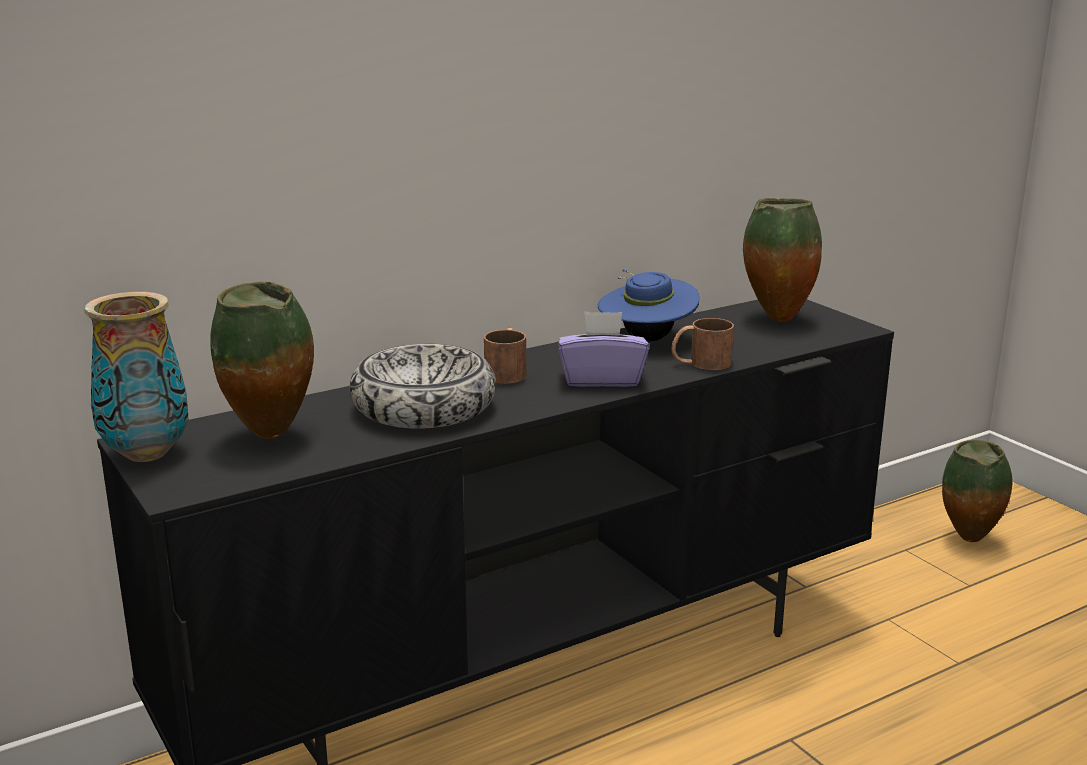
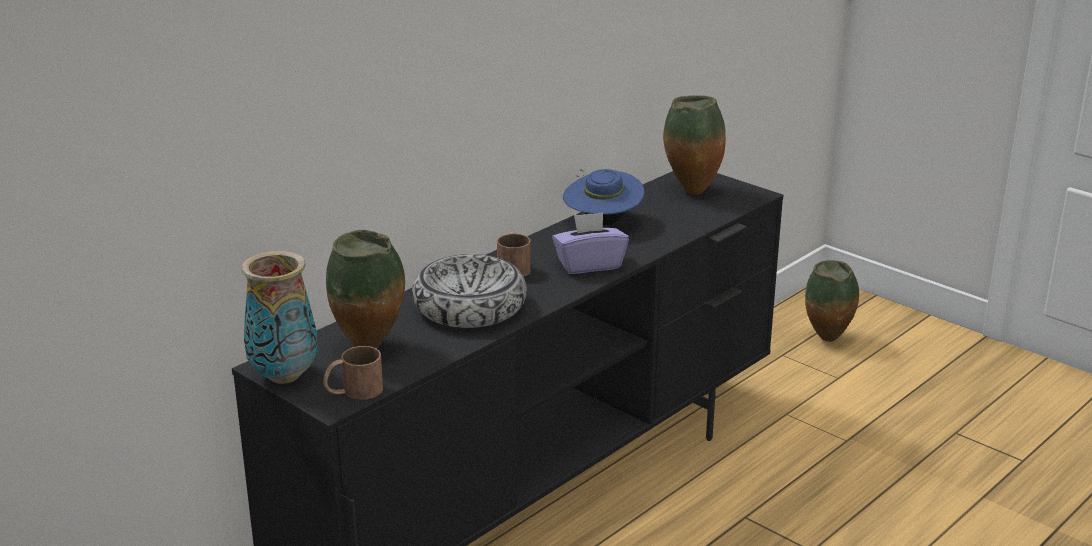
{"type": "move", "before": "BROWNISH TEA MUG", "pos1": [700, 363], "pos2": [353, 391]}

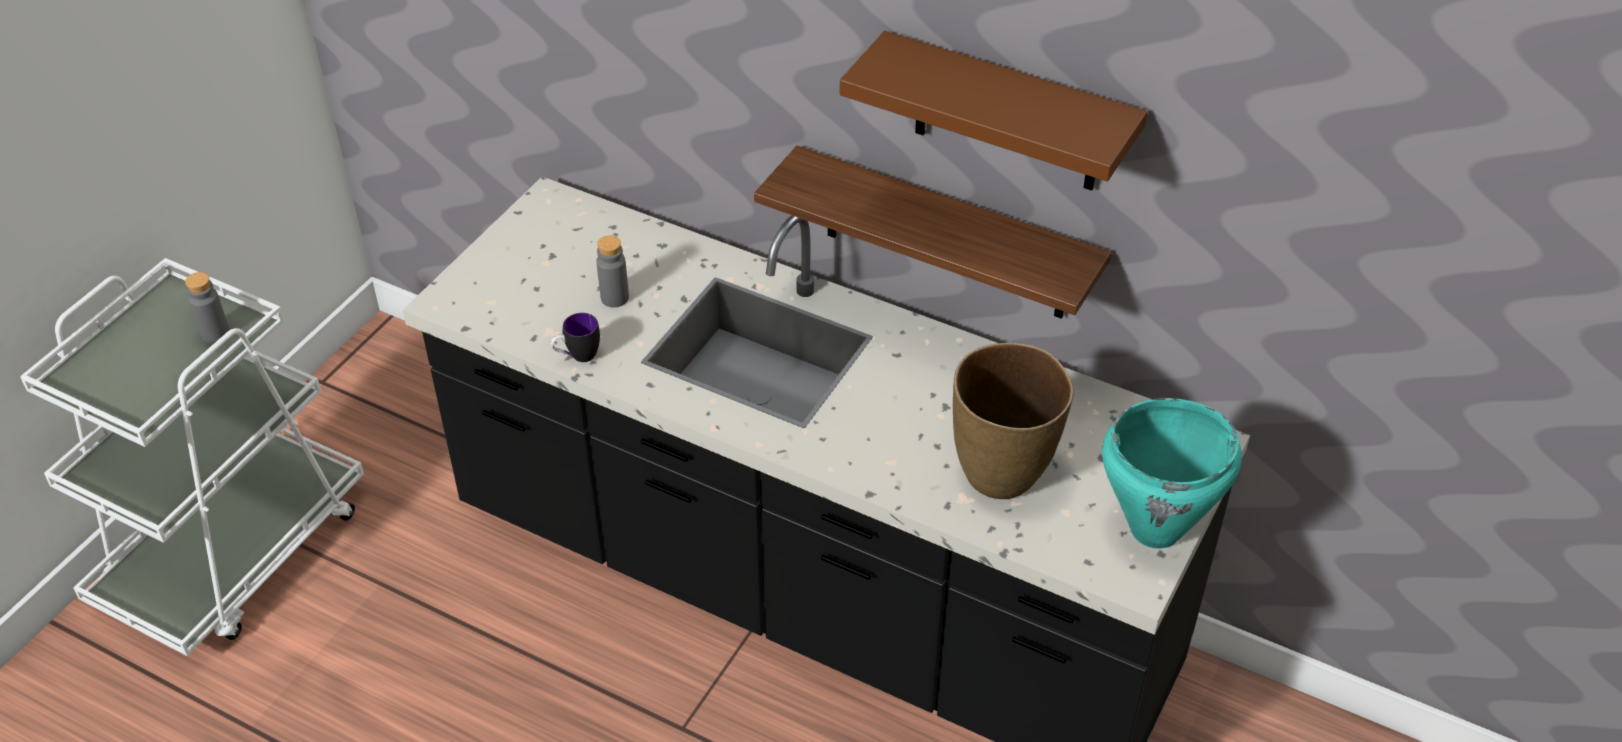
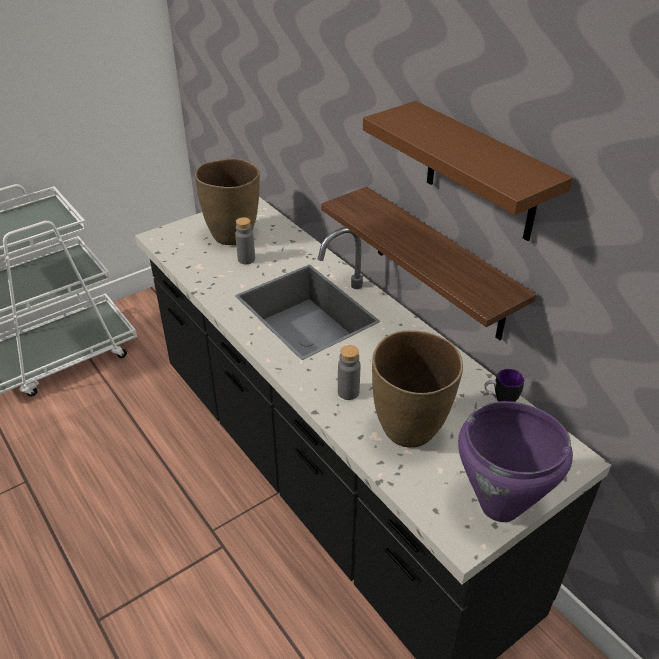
{"type": "insert", "after": "BROWNISH DECORATIVE VASE", "pos2": [233, 235]}
{"type": "move", "before": "GREY BEVERAGE BOTTLE", "pos1": [215, 333], "pos2": [348, 392]}
{"type": "recolor", "before": "TURQUOISE-COLOURED SAUCEPOT", "after": "PURPLE SAUCEPOT", "pos1": [1156, 530], "pos2": [500, 506]}
{"type": "move", "before": "TEA MUG", "pos1": [577, 357], "pos2": [500, 400]}

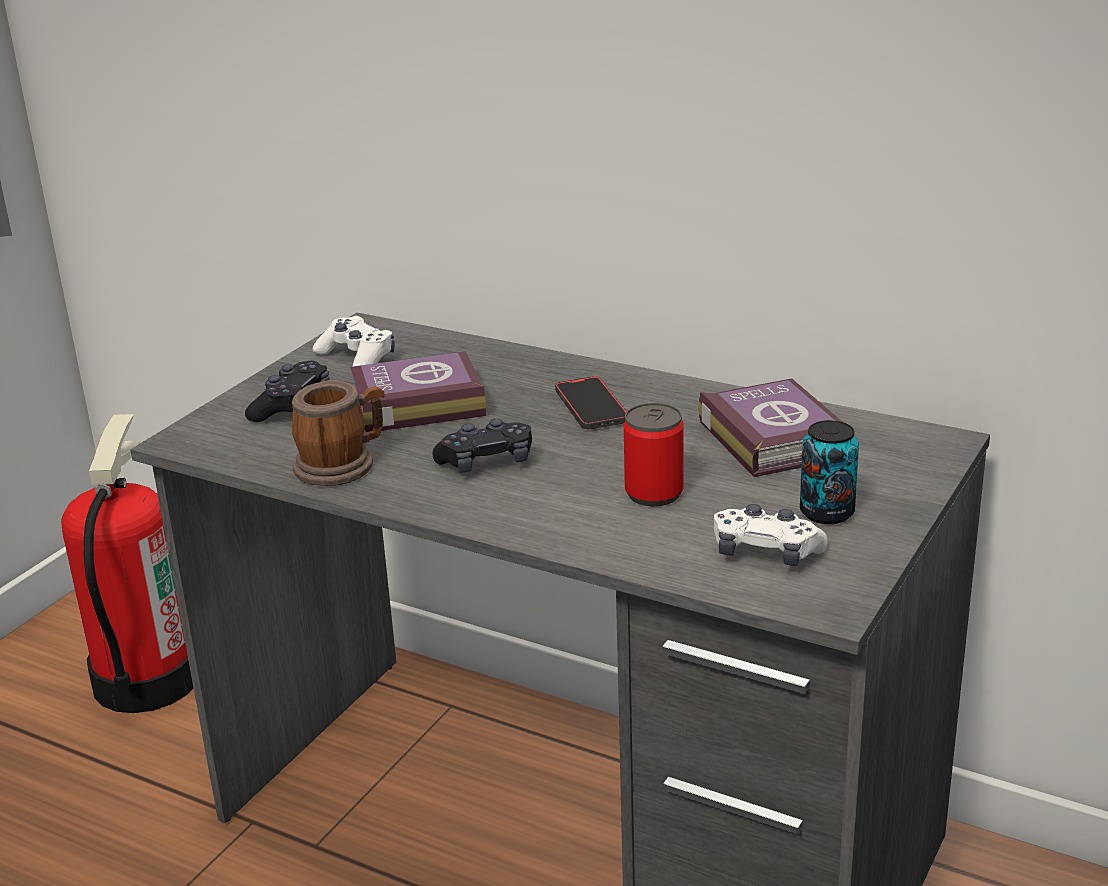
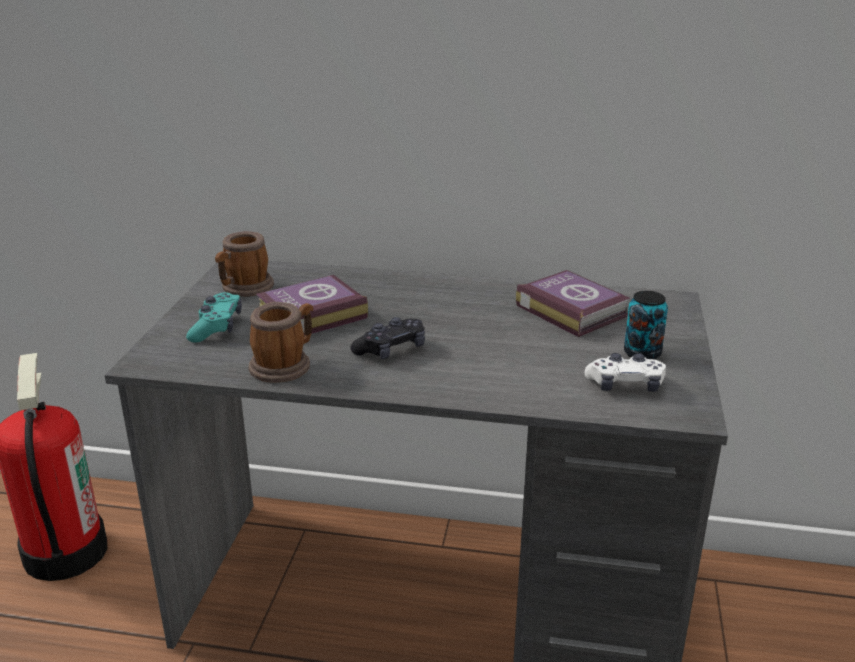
{"type": "recolor", "before": "BLACK-COLOURED GAMEPAD", "after": "TURQUOISE-COLOURED GAMEPAD", "pos1": [291, 406], "pos2": [216, 327]}
{"type": "replace", "before": "WHITE-COLOURED GAMEPAD", "after": "TEA MUG", "pos1": [357, 358], "pos2": [244, 289]}
{"type": "delete", "before": "HANDSET", "pos1": [591, 407]}
{"type": "delete", "before": "SEALED CAN", "pos1": [654, 493]}

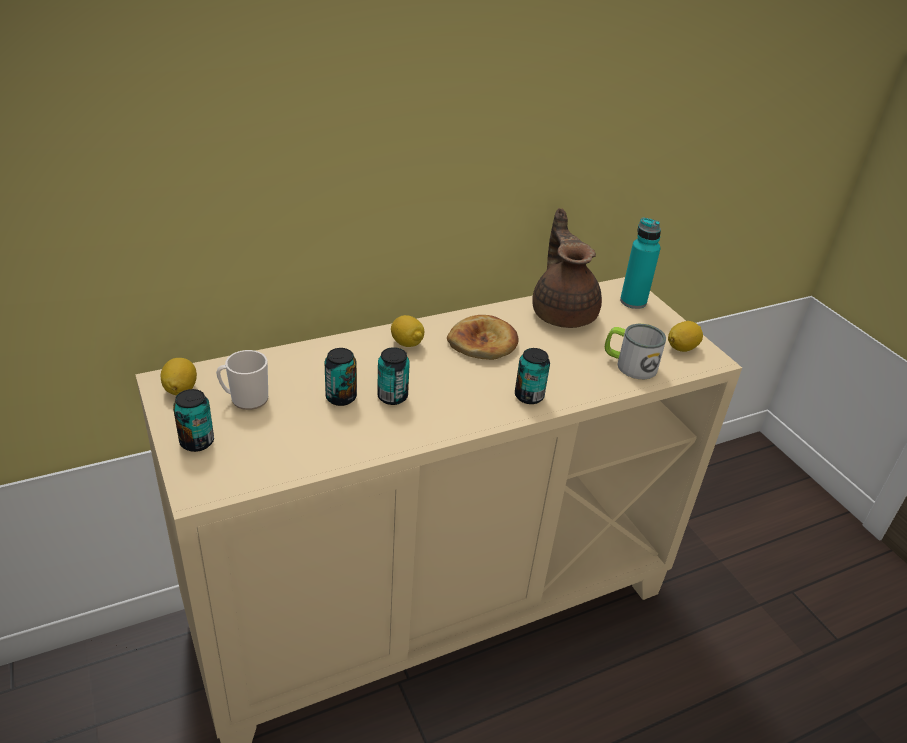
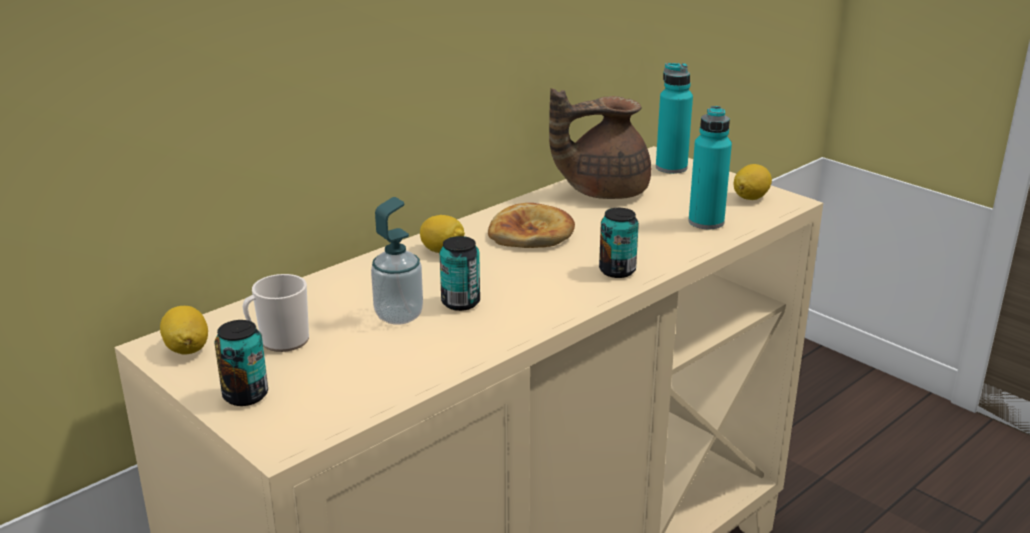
{"type": "replace", "before": "SEALED CAN", "after": "SOAP BOTTLE", "pos1": [341, 397], "pos2": [399, 316]}
{"type": "rotate", "before": "BROWNISH POT FOR TEA", "pos1": [563, 312], "pos2": [602, 191], "turn": -75}
{"type": "replace", "before": "TEA MUG", "after": "TURQUOISE-COLOURED BEVERAGE BOTTLE", "pos1": [629, 364], "pos2": [706, 222]}

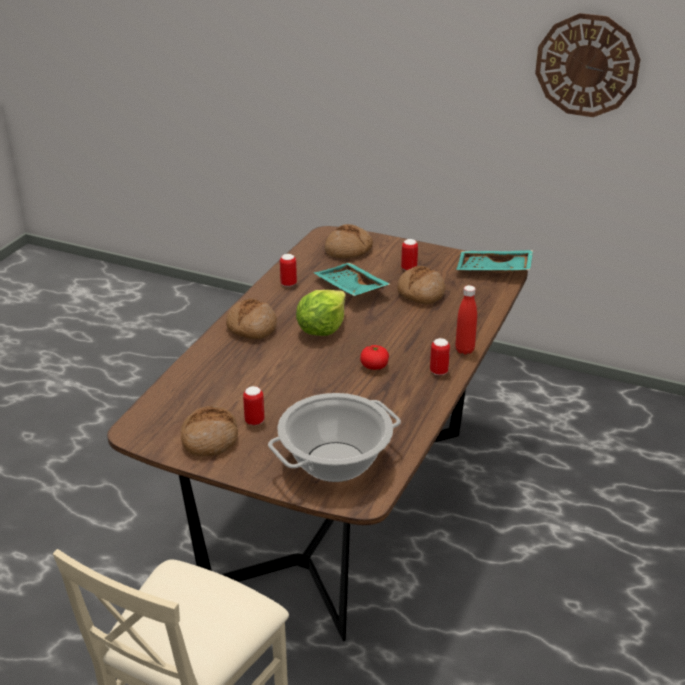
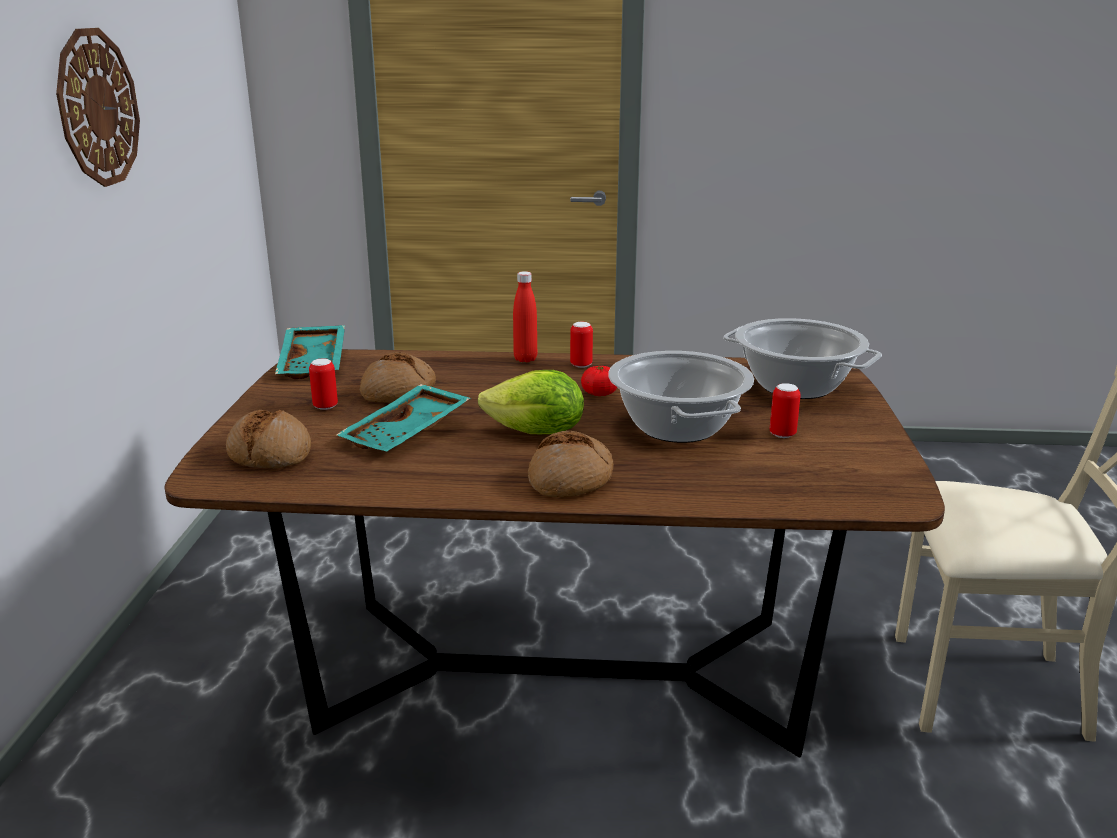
{"type": "insert", "after": "SAUCEPOT", "pos2": [678, 427]}
{"type": "delete", "before": "BAKERY BREAD", "pos1": [210, 439]}
{"type": "delete", "before": "SEALED CAN", "pos1": [288, 284]}

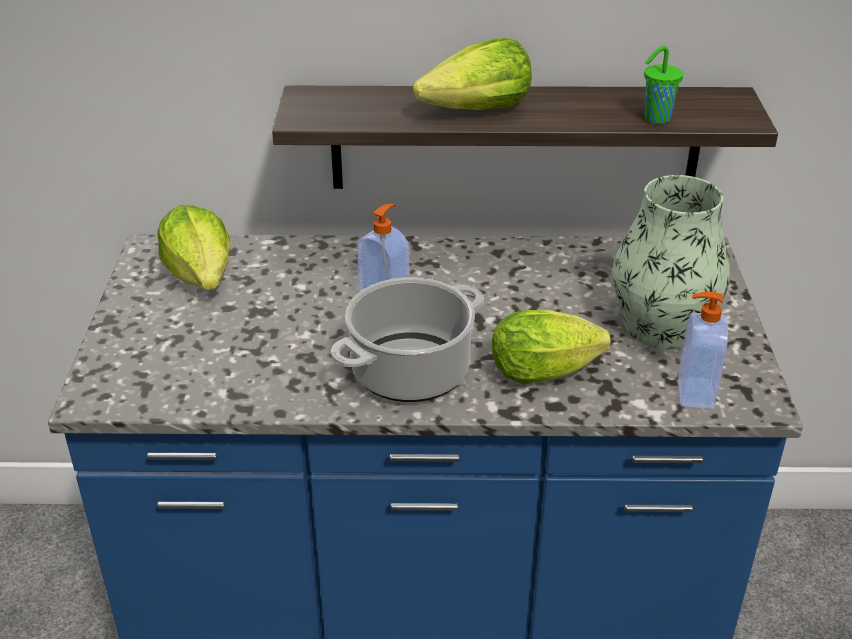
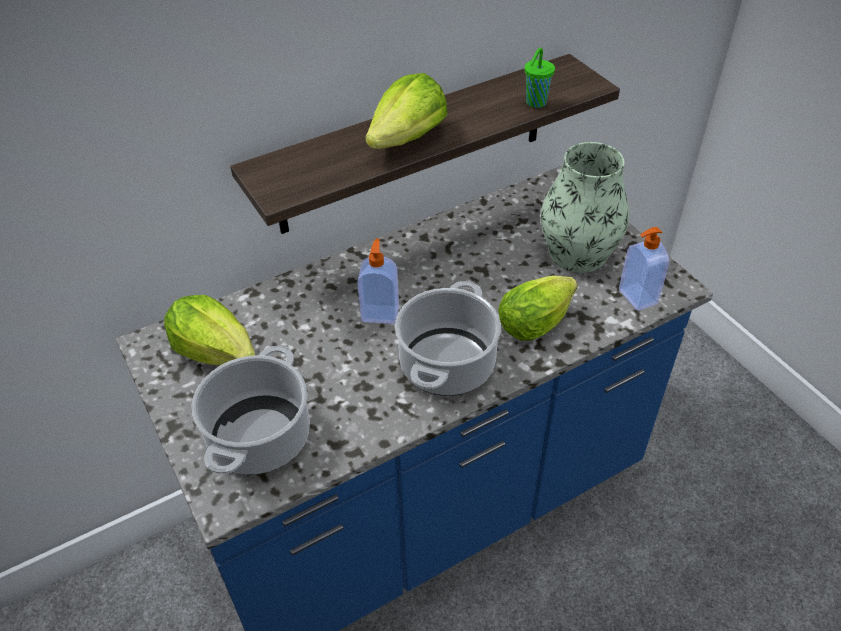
{"type": "insert", "after": "SAUCEPOT", "pos2": [260, 438]}

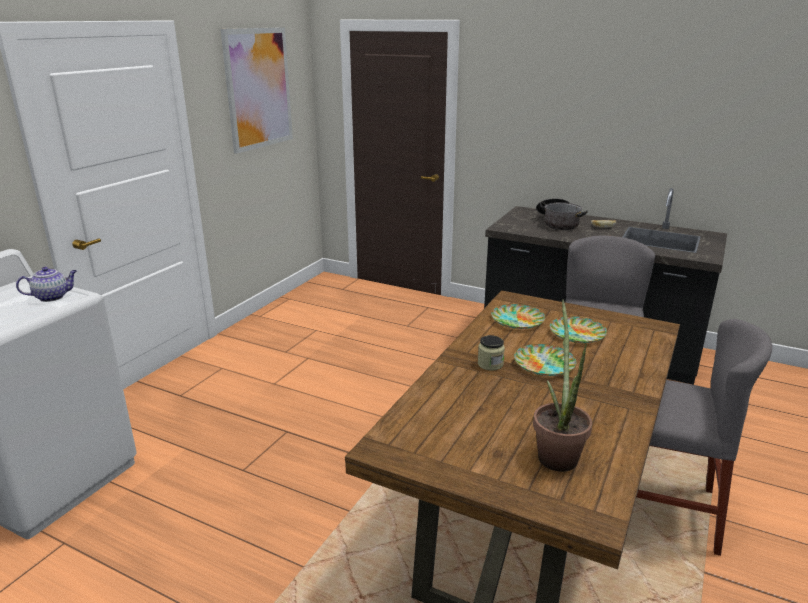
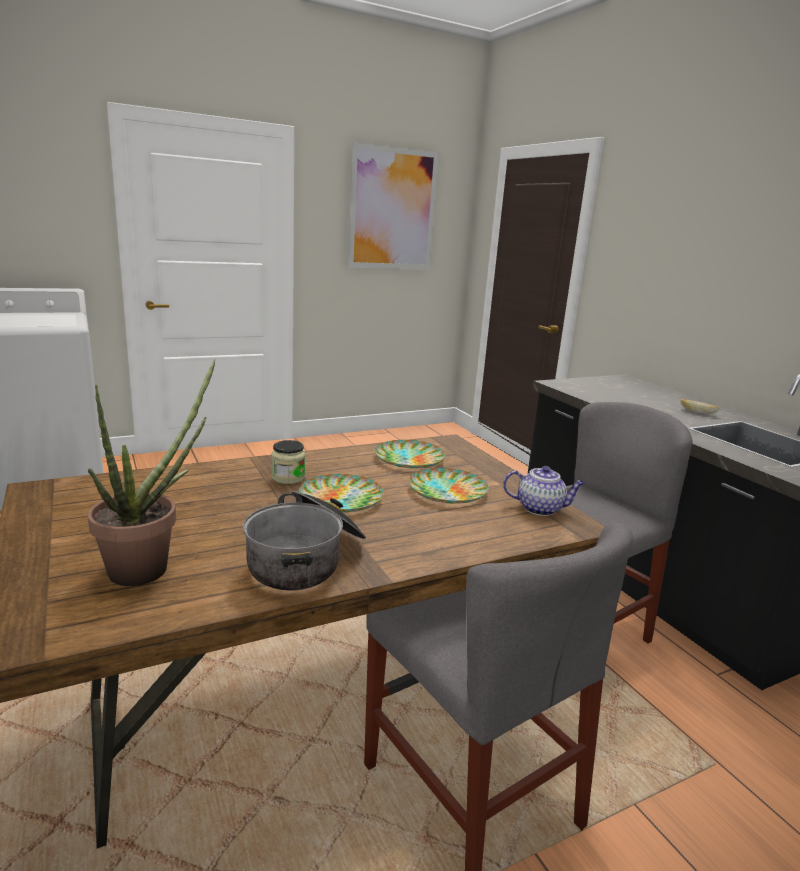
{"type": "move", "before": "SAUCEPOT", "pos1": [558, 223], "pos2": [306, 559]}
{"type": "move", "before": "POT FOR TEA", "pos1": [52, 297], "pos2": [540, 508]}

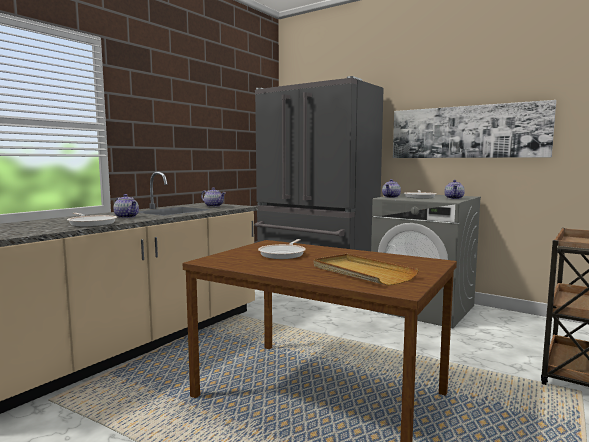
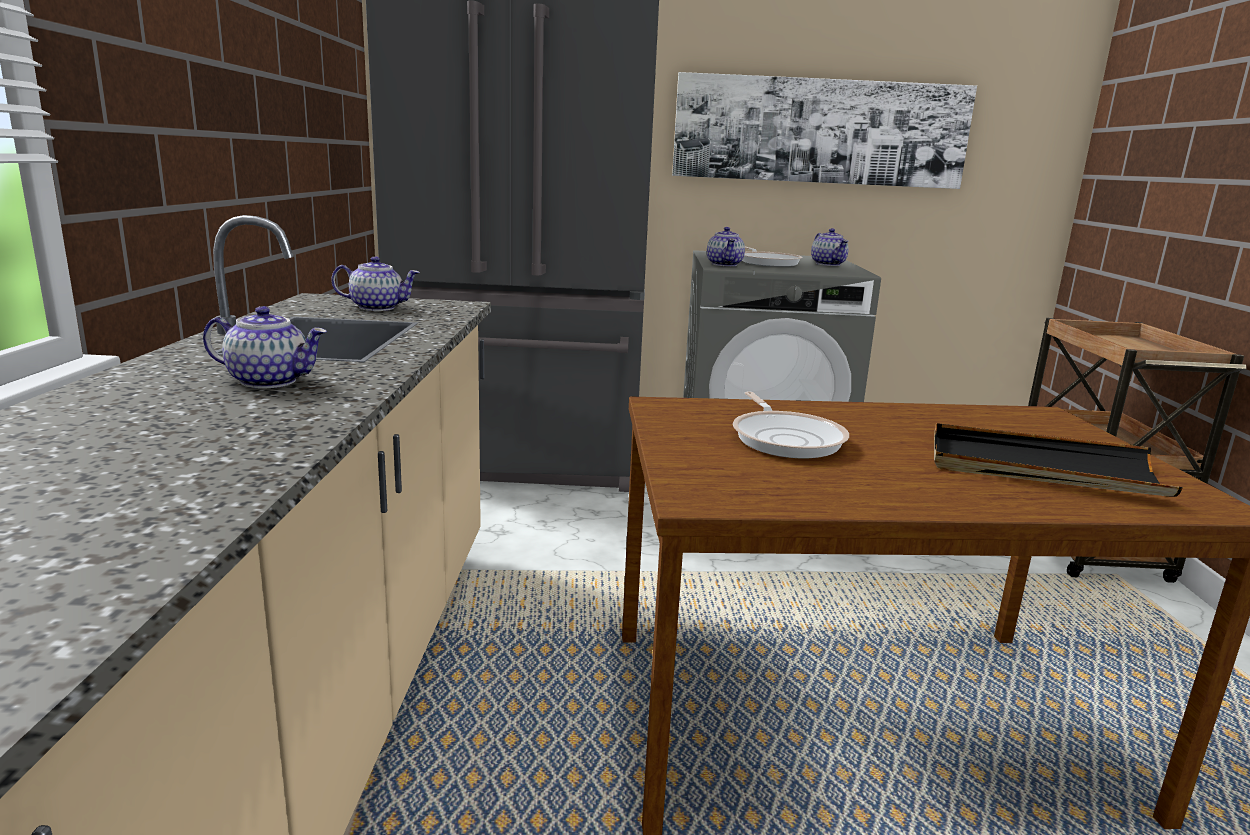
{"type": "recolor", "before": "SAND-COLOURED SERVING TRAY", "after": "BLACK-COLOURED SERVING TRAY", "pos1": [361, 272], "pos2": [1041, 468]}
{"type": "delete", "before": "PAN", "pos1": [92, 223]}

